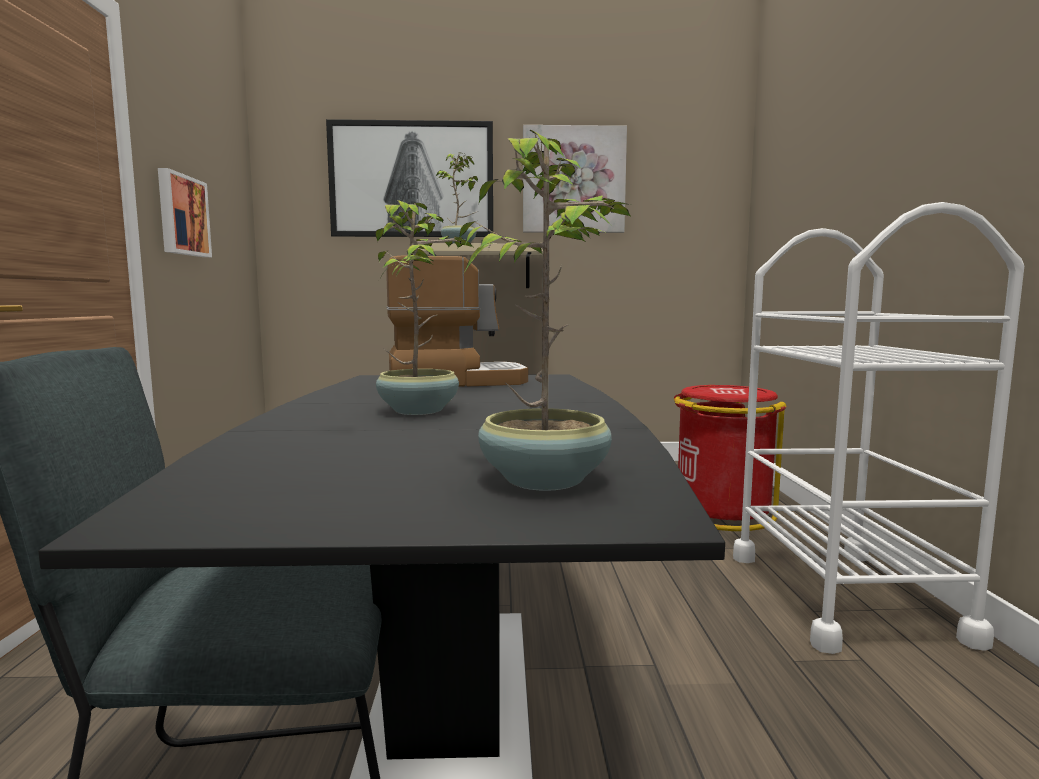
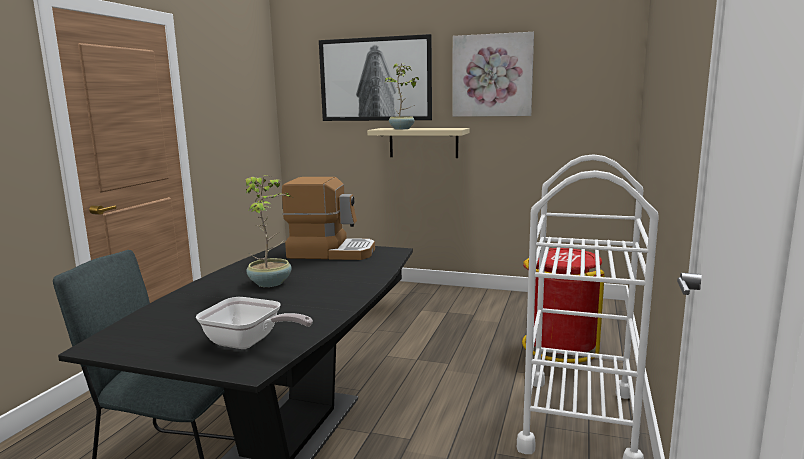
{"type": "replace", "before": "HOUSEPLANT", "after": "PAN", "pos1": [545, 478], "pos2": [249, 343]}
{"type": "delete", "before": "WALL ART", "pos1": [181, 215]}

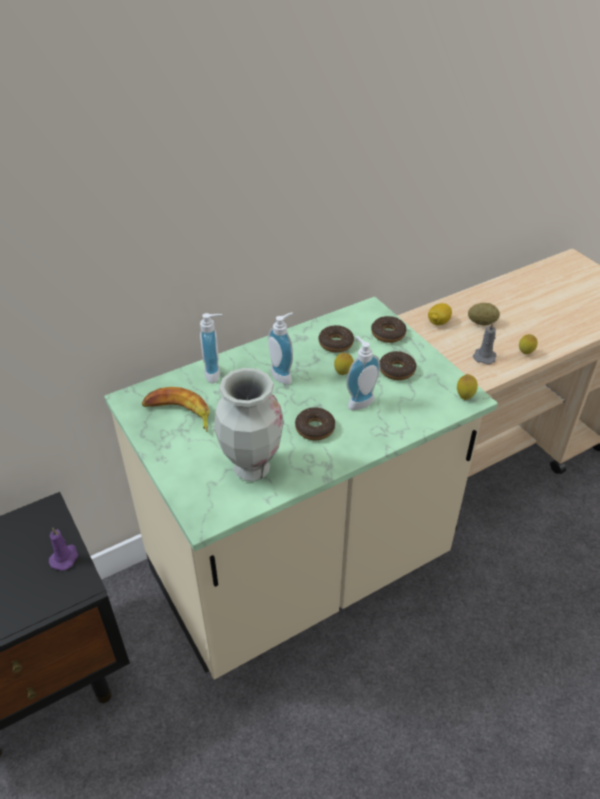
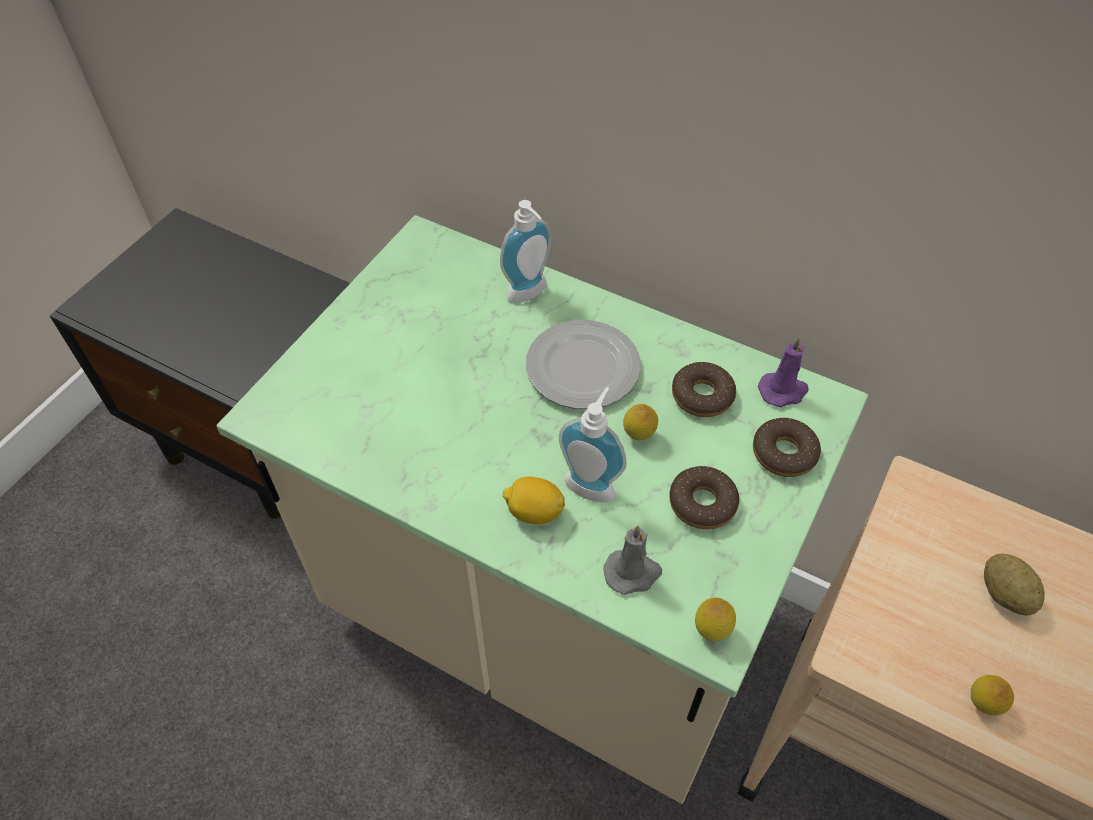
{"type": "move", "before": "WHOLE LEMON", "pos1": [438, 322], "pos2": [534, 512]}
{"type": "replace", "before": "SOAP BOTTLE", "after": "DINNER PLATE", "pos1": [284, 375], "pos2": [582, 367]}
{"type": "move", "before": "GREY WAX LIGHT", "pos1": [484, 356], "pos2": [633, 573]}
{"type": "move", "before": "PURPLE WAX LIGHT", "pos1": [65, 557], "pos2": [783, 391]}
{"type": "delete", "before": "BANANA", "pos1": [178, 414]}
{"type": "delete", "before": "DECORATIVE VASE", "pos1": [251, 469]}
{"type": "delete", "before": "RING DOUGHNUT", "pos1": [315, 428]}

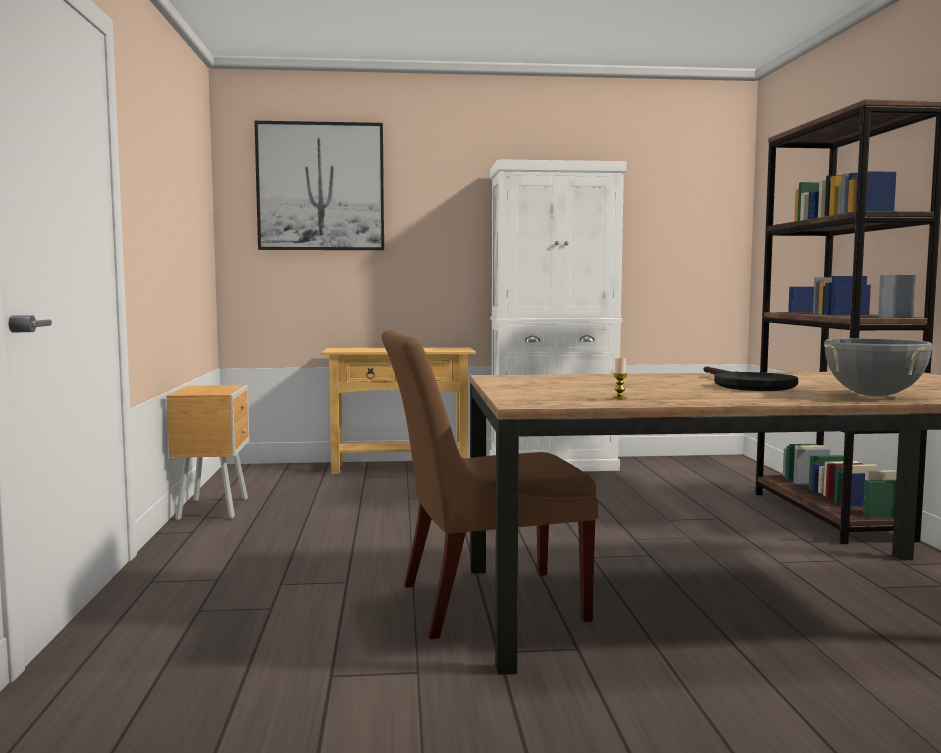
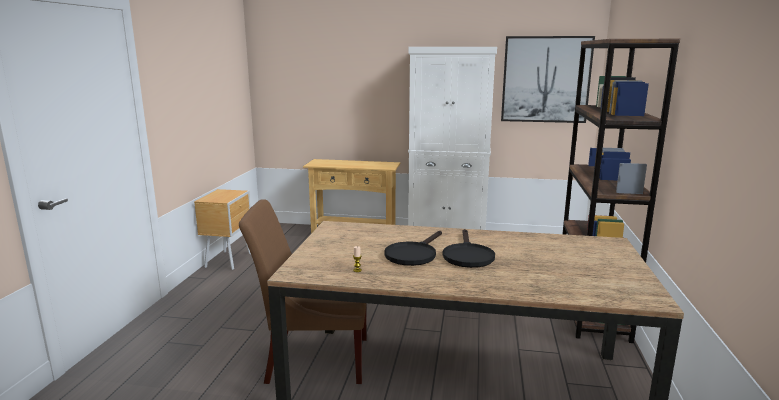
{"type": "insert", "after": "BLACK-COLOURED PAN", "pos2": [413, 254]}
{"type": "move", "before": "WALL ART", "pos1": [320, 187], "pos2": [546, 79]}
{"type": "delete", "before": "GREY SAUCEPOT", "pos1": [873, 395]}

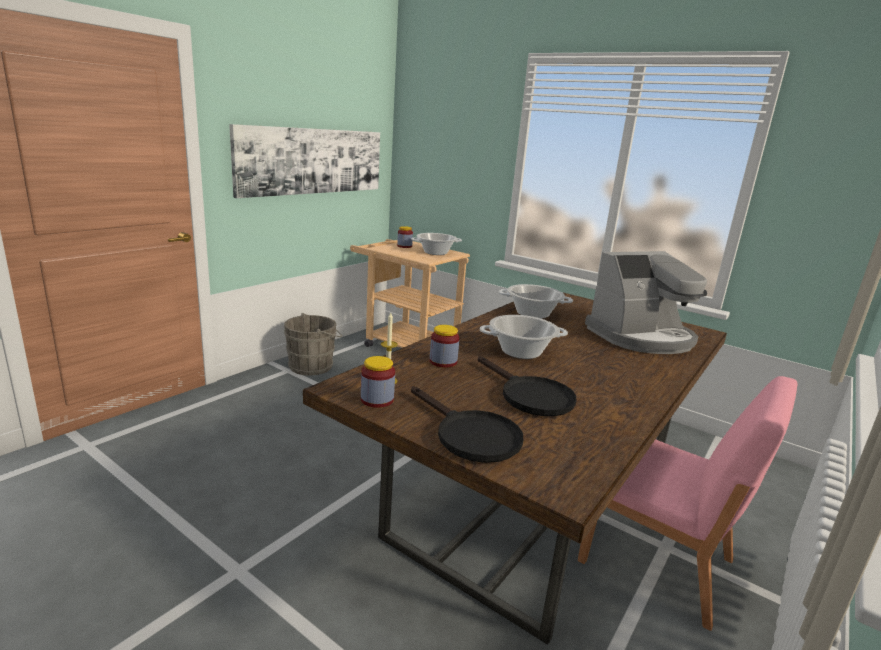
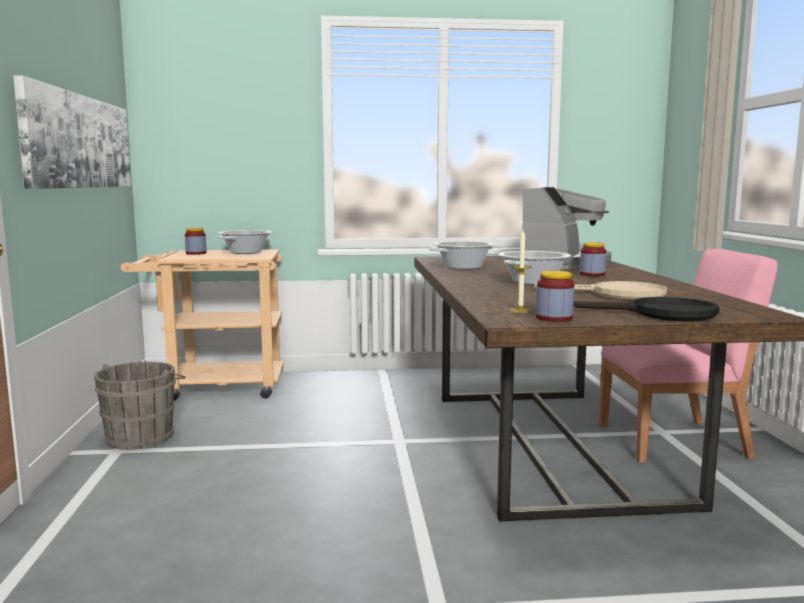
{"type": "recolor", "before": "BLACK-COLOURED PAN", "after": "SAND-COLOURED PAN", "pos1": [529, 396], "pos2": [617, 295]}
{"type": "move", "before": "STORAGE JAR", "pos1": [443, 361], "pos2": [592, 274]}

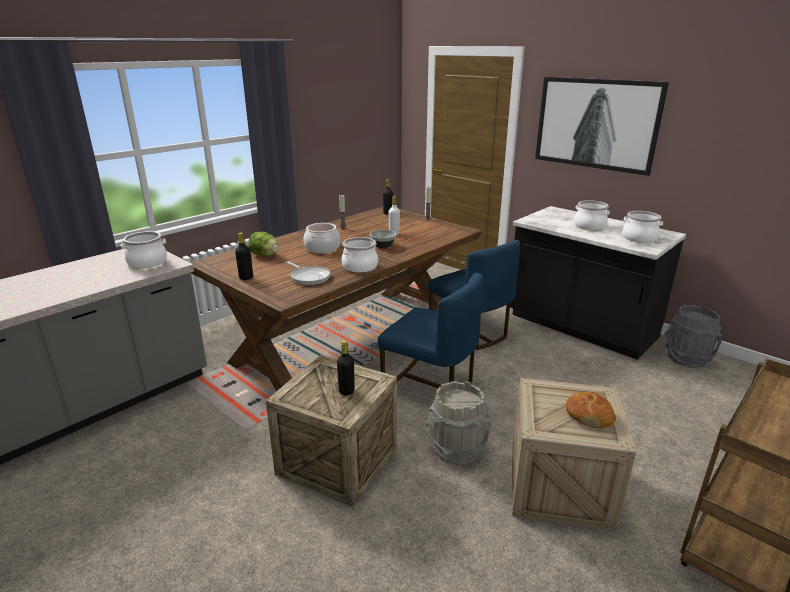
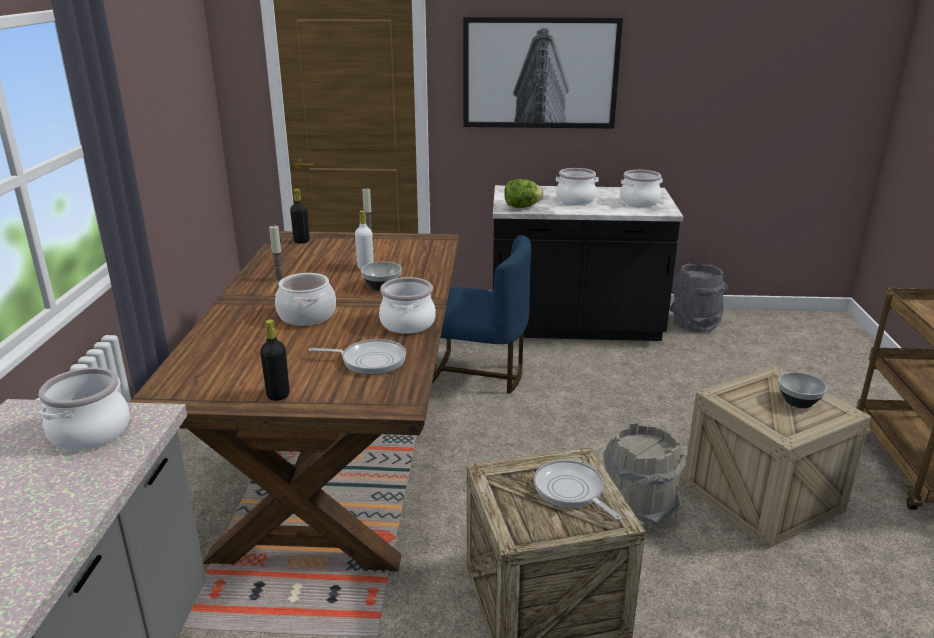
{"type": "move", "before": "LETTUCE", "pos1": [265, 255], "pos2": [522, 207]}
{"type": "replace", "before": "BLACK-COLOURED BEVERAGE BOTTLE", "after": "PAN", "pos1": [346, 391], "pos2": [571, 491]}
{"type": "replace", "before": "BAKERY BREAD", "after": "SERVING BOWL", "pos1": [589, 415], "pos2": [798, 401]}
{"type": "delete", "before": "BLUISH PLAIN CHAIR", "pos1": [429, 384]}

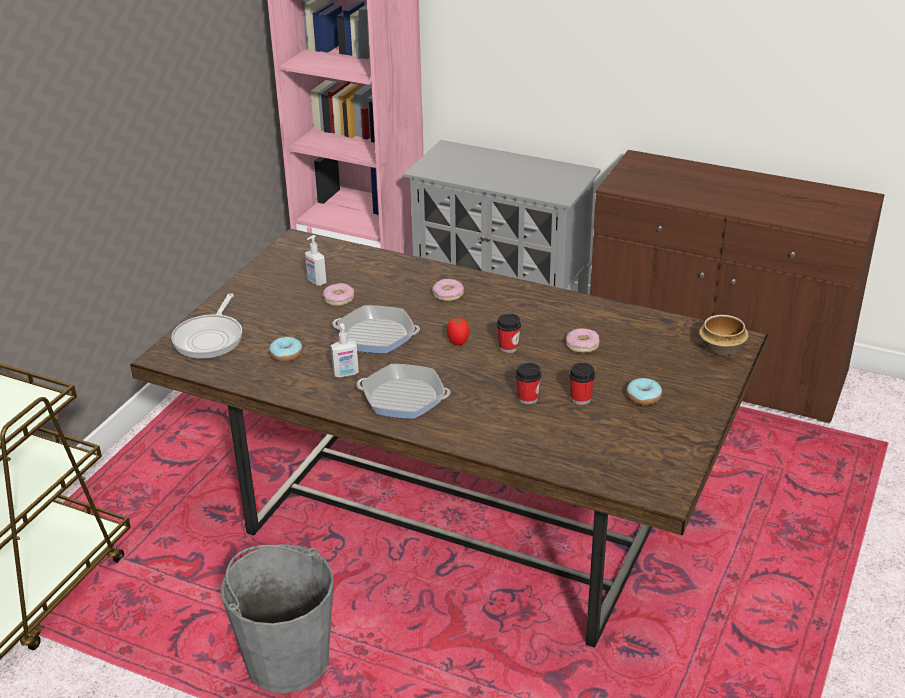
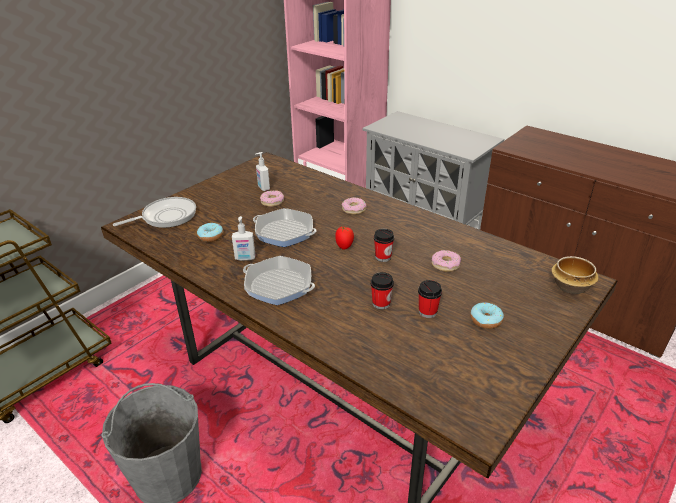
{"type": "rotate", "before": "PAN", "pos1": [210, 338], "pos2": [166, 217], "turn": -150}

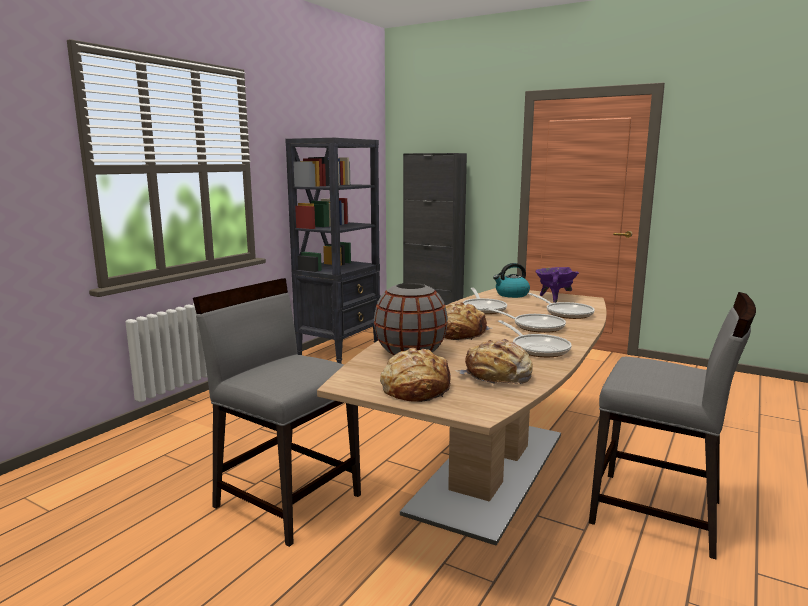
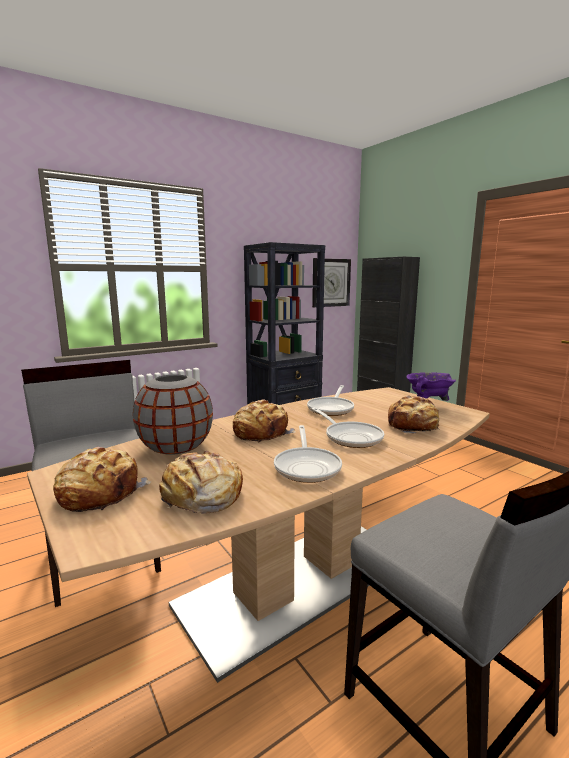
{"type": "insert", "after": "WALL CLOCK", "pos2": [331, 282]}
{"type": "replace", "before": "PAN", "after": "BAKERY BREAD", "pos1": [566, 313], "pos2": [413, 426]}
{"type": "delete", "before": "WATER KETTLE", "pos1": [511, 294]}

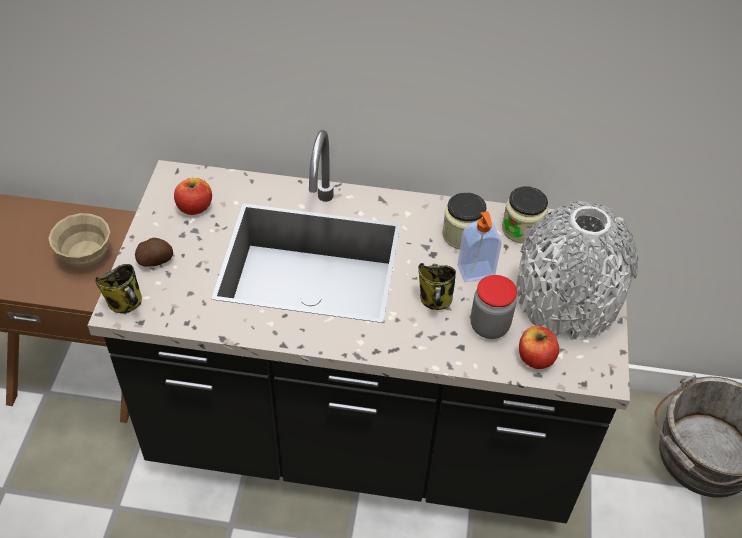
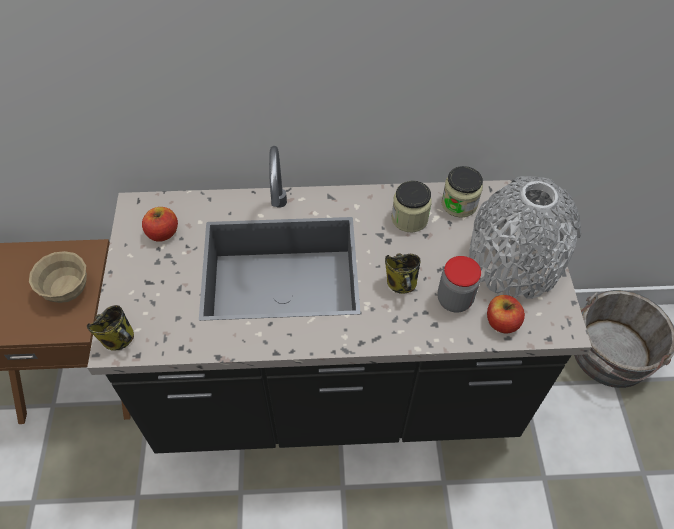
{"type": "delete", "before": "SPUD", "pos1": [156, 261]}
{"type": "delete", "before": "SOAP BOTTLE", "pos1": [476, 272]}

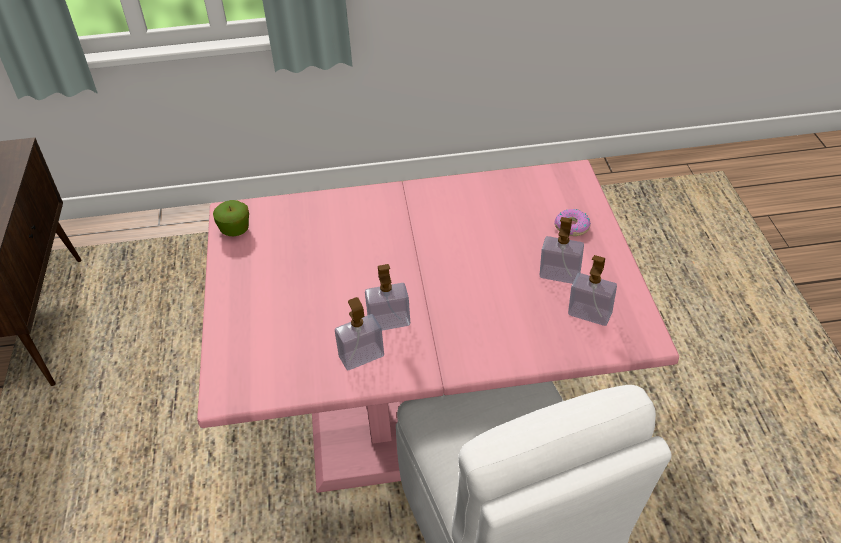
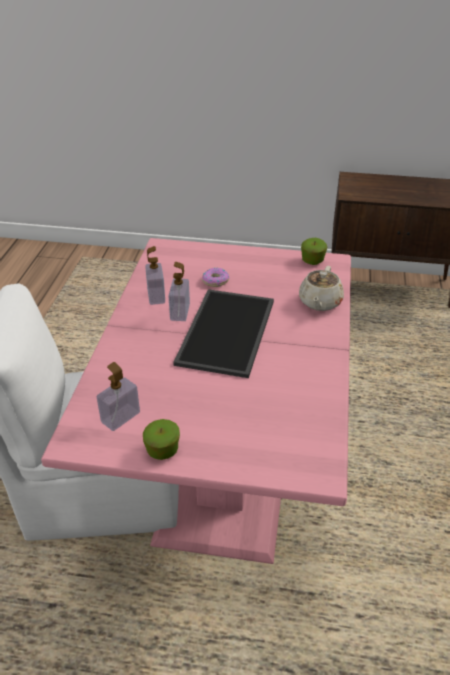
{"type": "insert", "after": "APPLE FRUIT", "pos2": [162, 450]}
{"type": "insert", "after": "SERVING TRAY", "pos2": [228, 333]}
{"type": "move", "before": "RING DOUGHNUT", "pos1": [572, 227], "pos2": [215, 281]}
{"type": "insert", "after": "SAND-COLOURED POT FOR TEA", "pos2": [319, 302]}
{"type": "delete", "before": "SOAP BOTTLE", "pos1": [559, 274]}

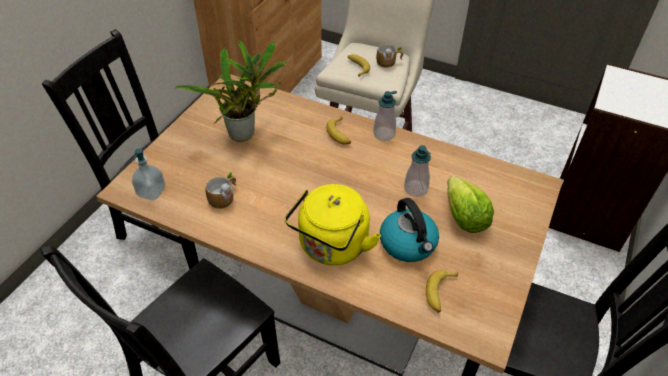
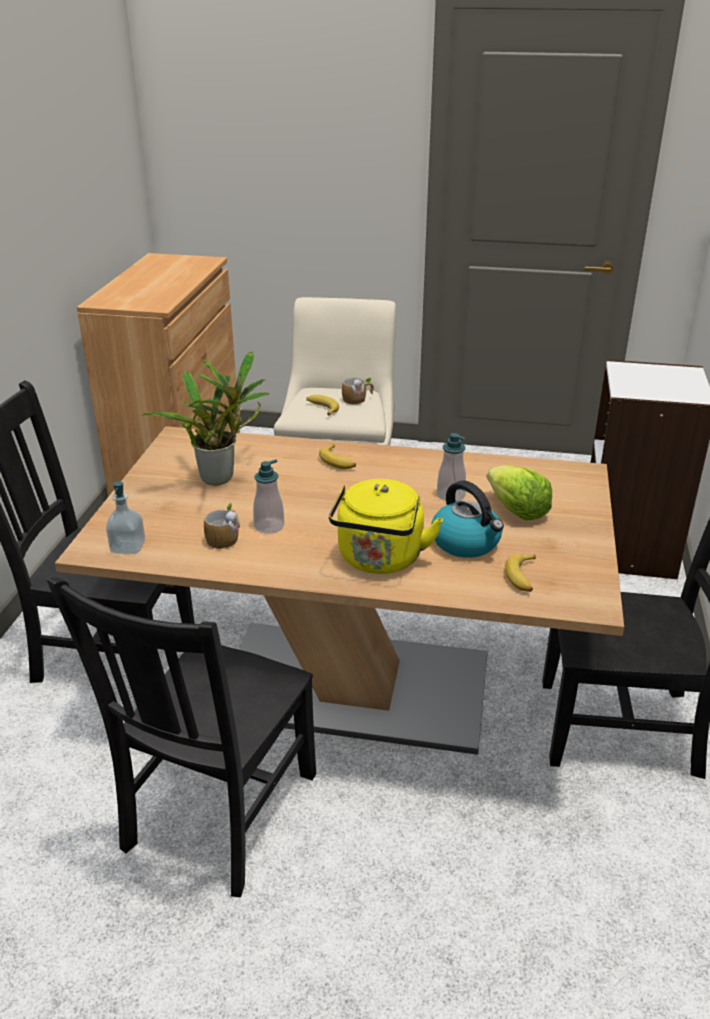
{"type": "move", "before": "SOAP BOTTLE", "pos1": [384, 134], "pos2": [269, 526]}

